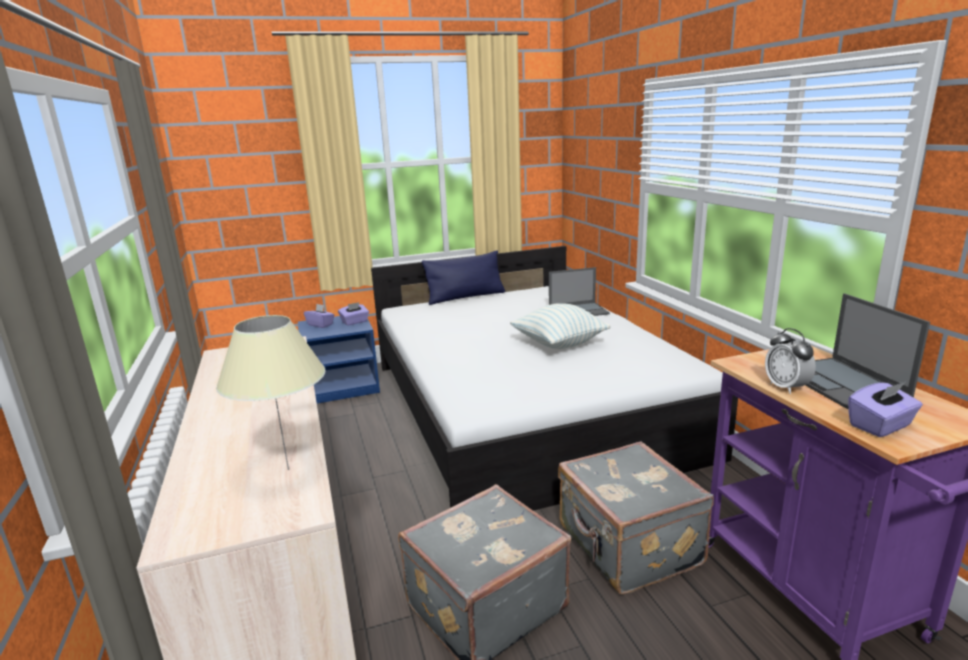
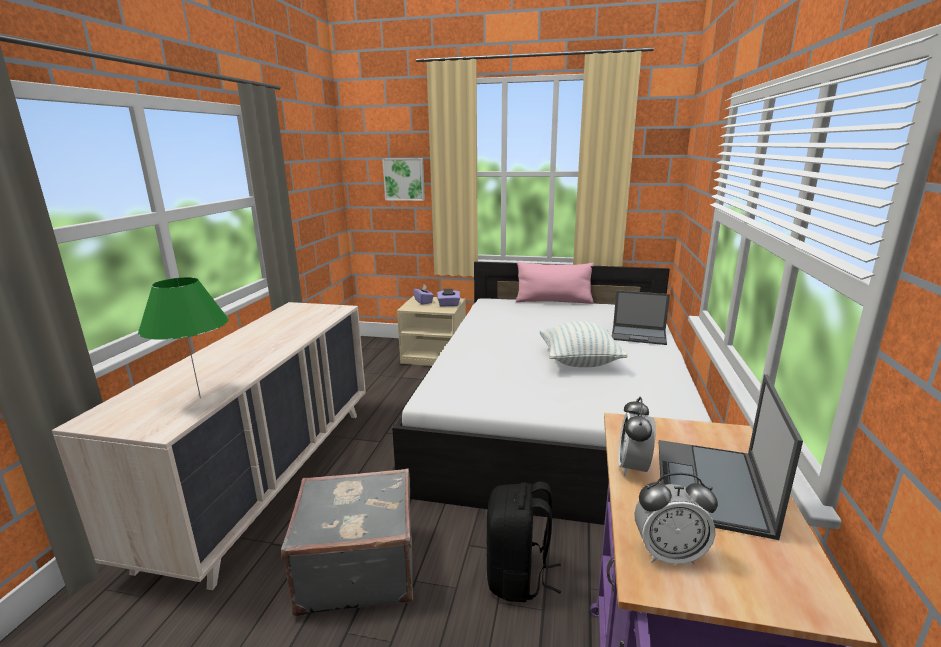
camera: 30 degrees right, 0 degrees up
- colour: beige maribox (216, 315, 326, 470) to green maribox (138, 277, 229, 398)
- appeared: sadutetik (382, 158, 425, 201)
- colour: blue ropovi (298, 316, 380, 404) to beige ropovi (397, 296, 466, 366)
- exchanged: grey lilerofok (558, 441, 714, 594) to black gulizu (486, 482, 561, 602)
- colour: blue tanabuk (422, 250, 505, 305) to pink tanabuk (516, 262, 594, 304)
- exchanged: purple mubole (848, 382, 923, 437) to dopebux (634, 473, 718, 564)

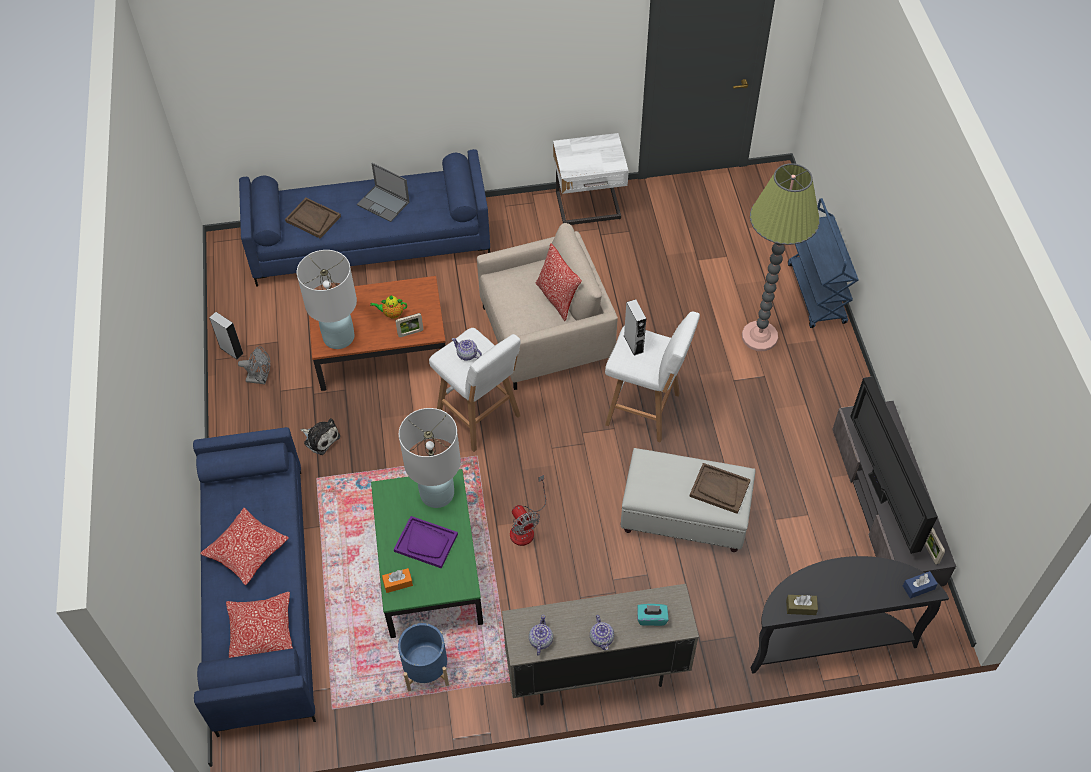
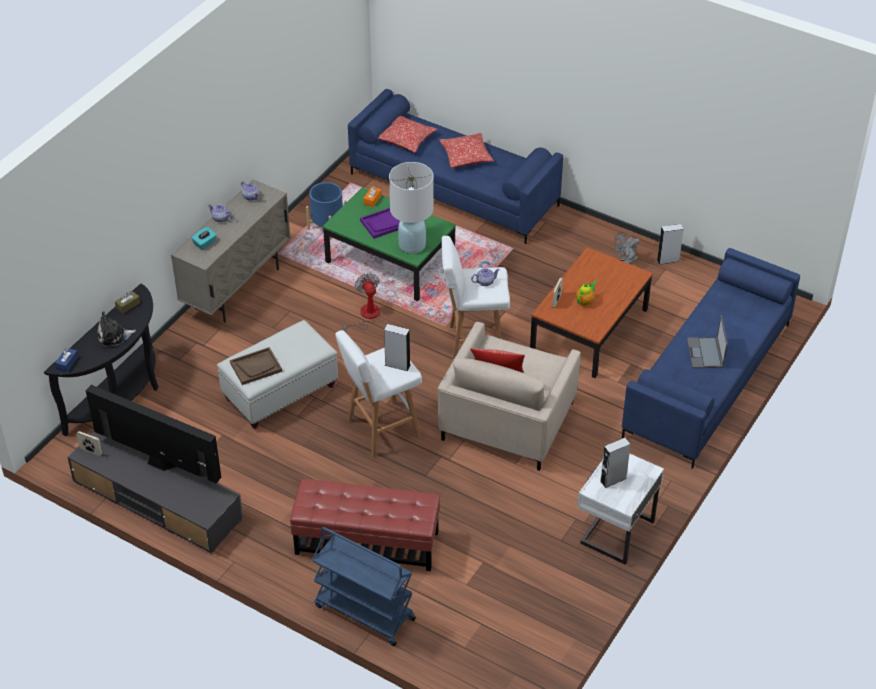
camera: 130 degrees right, 10 degrees down
- relocated: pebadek (301, 418, 340, 455) to (98, 311, 136, 347)
- exchanged: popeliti (742, 163, 820, 351) to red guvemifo (290, 479, 440, 571)
- spun: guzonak (510, 475, 546, 546) = (342, 273, 380, 331) 60 degrees clockwise
- appeared: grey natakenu (600, 438, 631, 488)
- spun: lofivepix (357, 163, 410, 222) = (687, 315, 728, 368) 75 degrees counterclockwise
- missing: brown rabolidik (285, 198, 341, 239)
- missing: white maribox (297, 250, 357, 349)

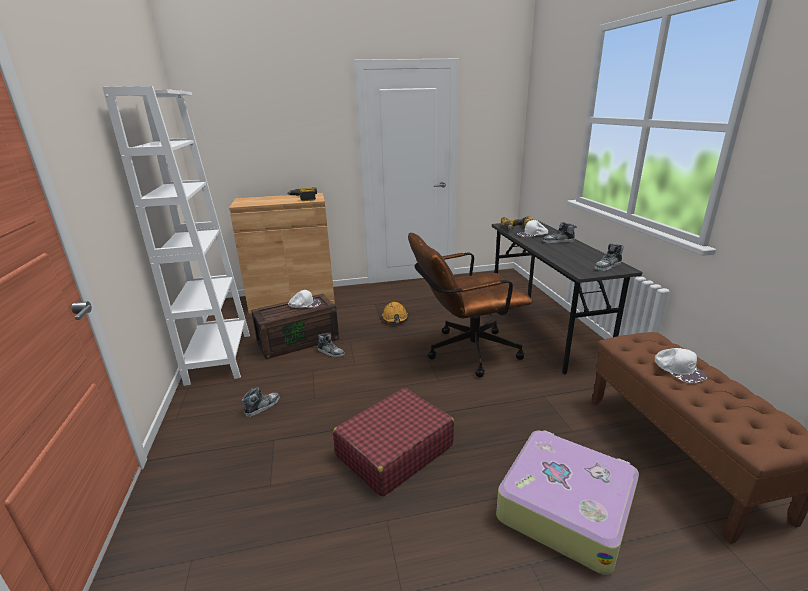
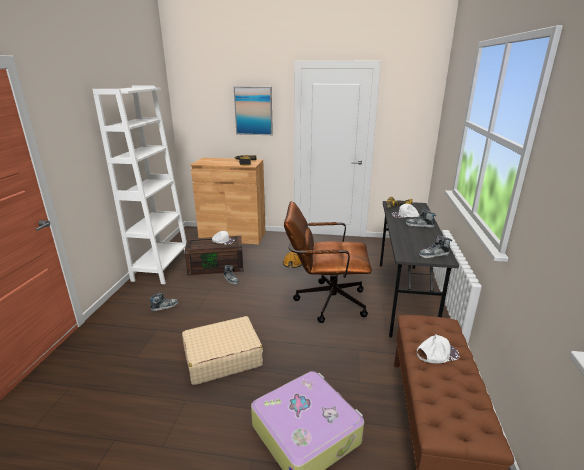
camera: 20 degrees right, 0 degrees up
- colour: red lilerofok (333, 388, 454, 497) to beige lilerofok (182, 316, 263, 385)
- appeared: sadutetik (234, 87, 273, 135)
- spun: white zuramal (655, 348, 707, 383) = (417, 334, 459, 364) 105 degrees counterclockwise

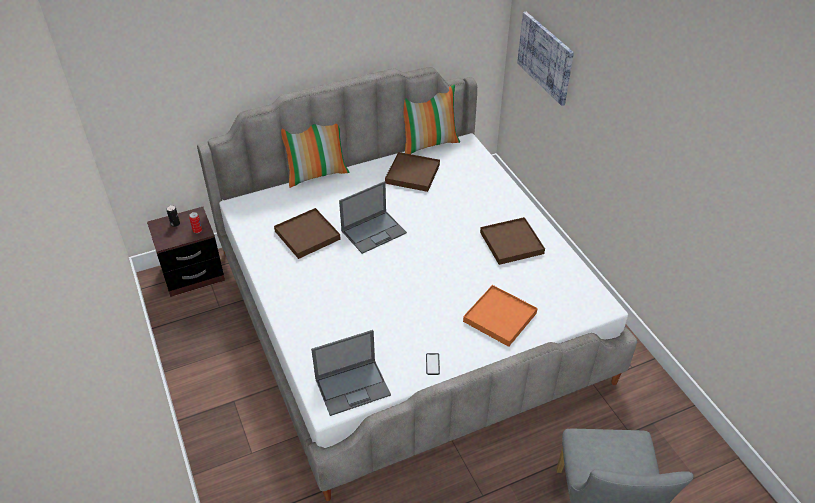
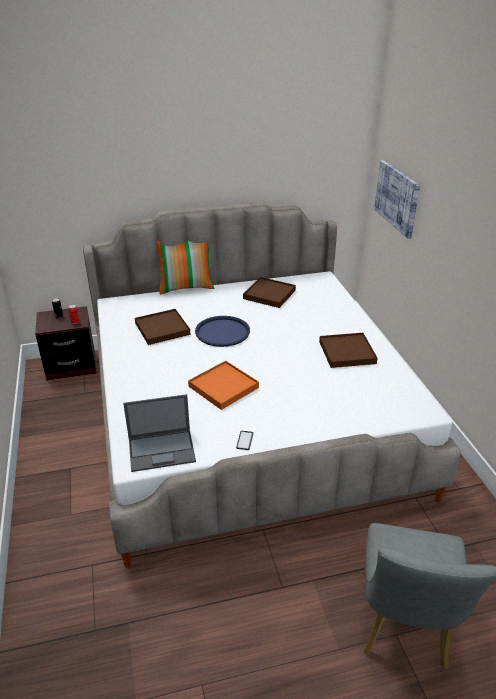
camera: 10 degrees right, 10 degrees down
- relocated: orange rabolidik (463, 285, 538, 347) to (188, 361, 259, 410)
- exchanged: lofivepix (339, 181, 407, 254) to blue rabolidik (195, 316, 250, 347)
- missing: tanabuk (404, 84, 460, 154)

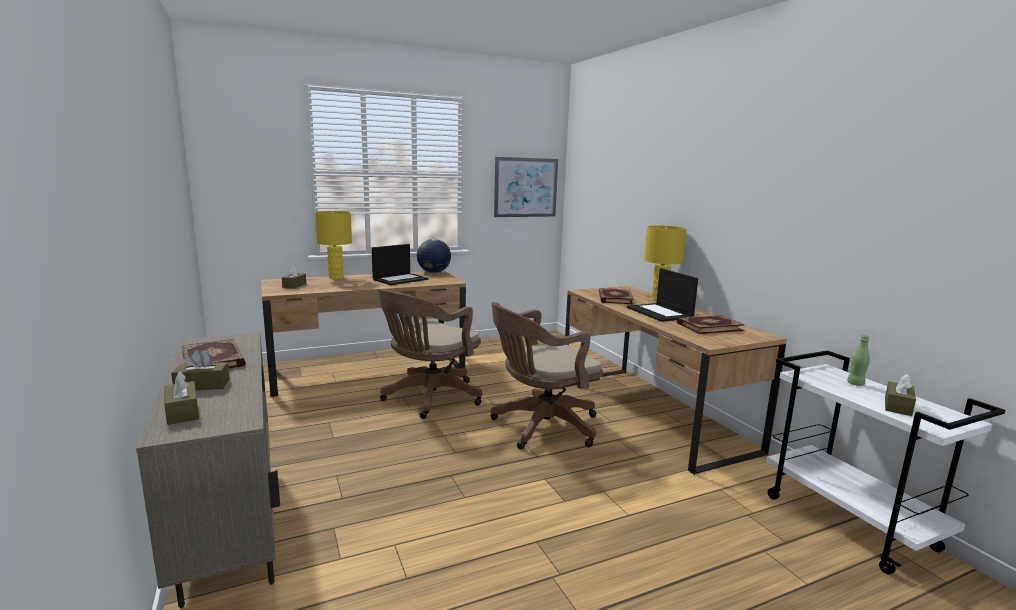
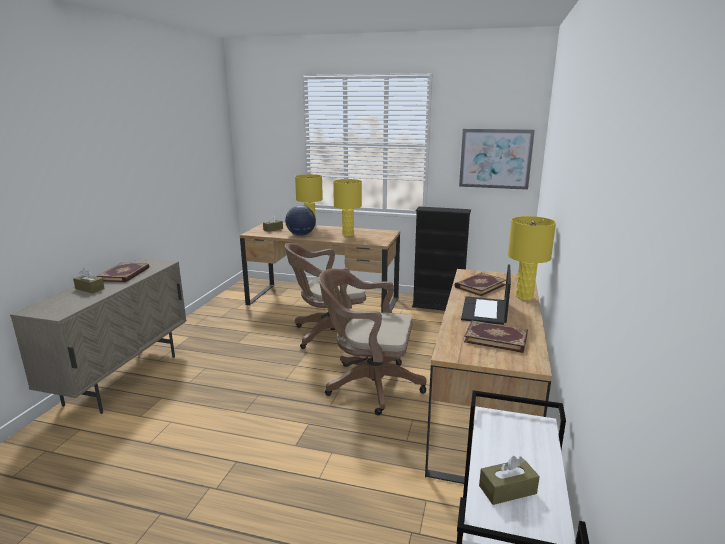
camera: 40 degrees right, 5 degrees up
- relocated: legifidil (417, 239, 451, 273) to (285, 205, 316, 236)
- exchanged: lofivepix (372, 244, 428, 285) to yellow maribox (333, 179, 362, 236)
- appeared: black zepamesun (412, 206, 471, 311)
- missing: brown mubole (164, 371, 199, 425)
- missing: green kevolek (847, 335, 870, 386)

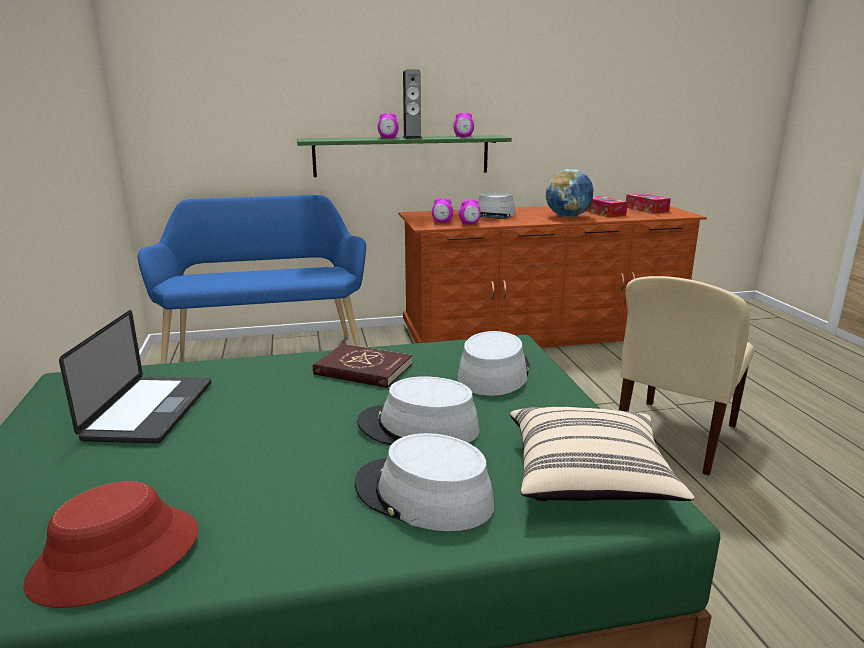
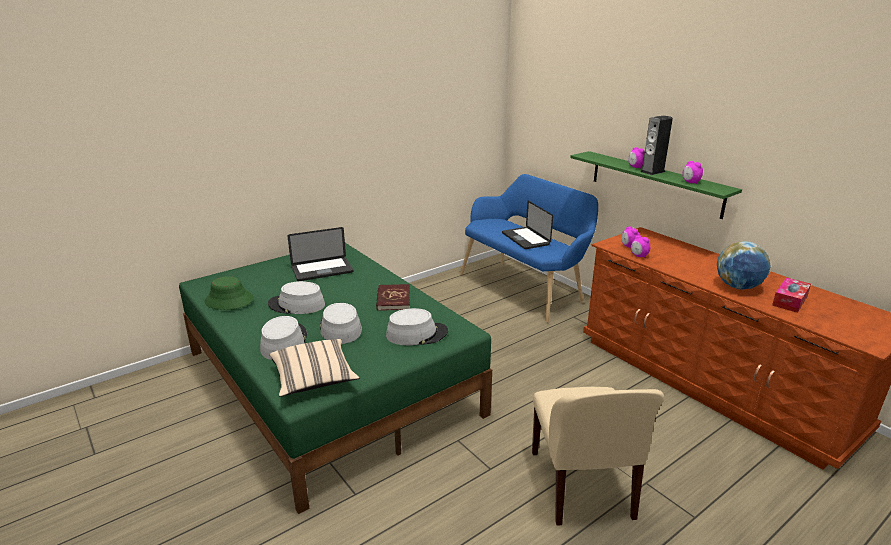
camera: 65 degrees right, 5 degrees up
- colour: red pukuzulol (23, 481, 199, 608) to green pukuzulol (205, 276, 254, 310)
- relocated: grey pukuzulol (478, 192, 515, 219) to (268, 281, 325, 314)
- appeared: lofivepix (502, 201, 553, 249)
- spun: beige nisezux (619, 276, 754, 476) = (532, 387, 664, 526) 105 degrees counterclockwise
- missing: mubole (626, 193, 671, 214)

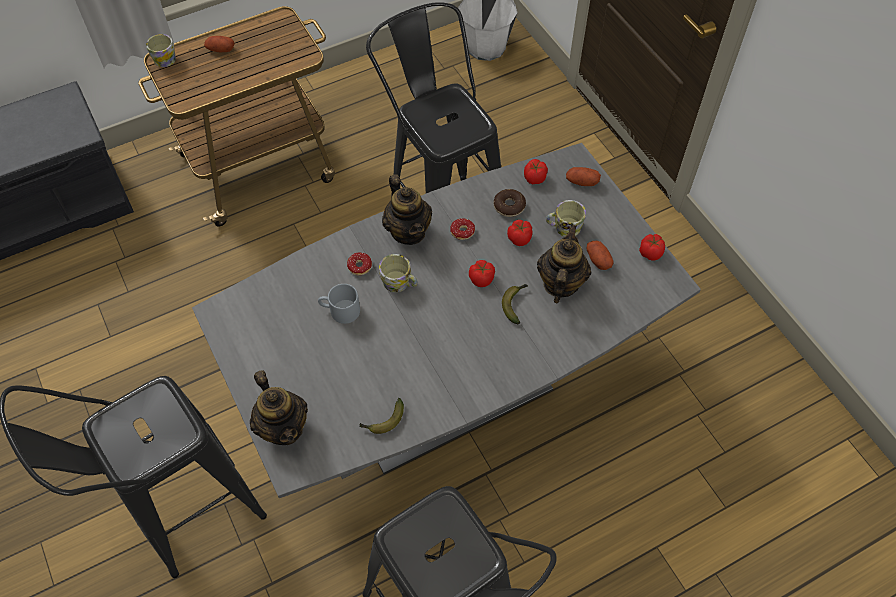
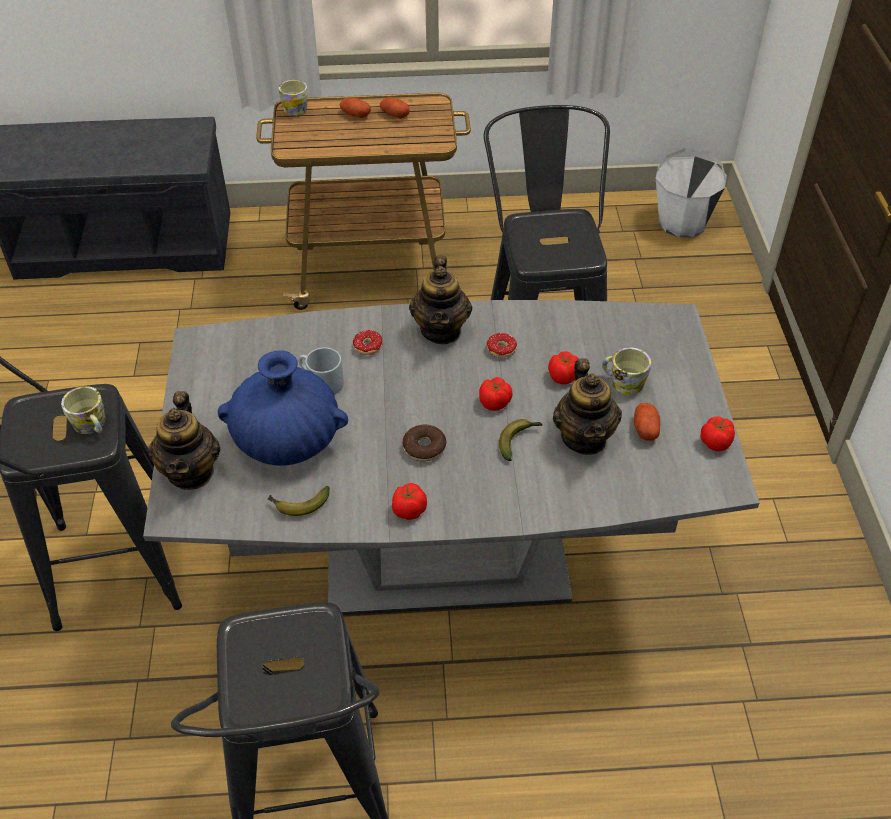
camera: 25 degrees right, 10 degrees down
- relocated: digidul (379, 254, 418, 292) to (61, 386, 106, 434)
- appeared: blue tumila (218, 350, 348, 466)
- relocated: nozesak (566, 167, 601, 186) to (380, 97, 410, 119)
- relocated: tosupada (524, 159, 548, 184) to (392, 483, 427, 520)
- relocated: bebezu (494, 189, 526, 217) to (403, 425, 446, 461)
- spun: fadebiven (537, 224, 591, 303) = (553, 358, 622, 455) 135 degrees clockwise

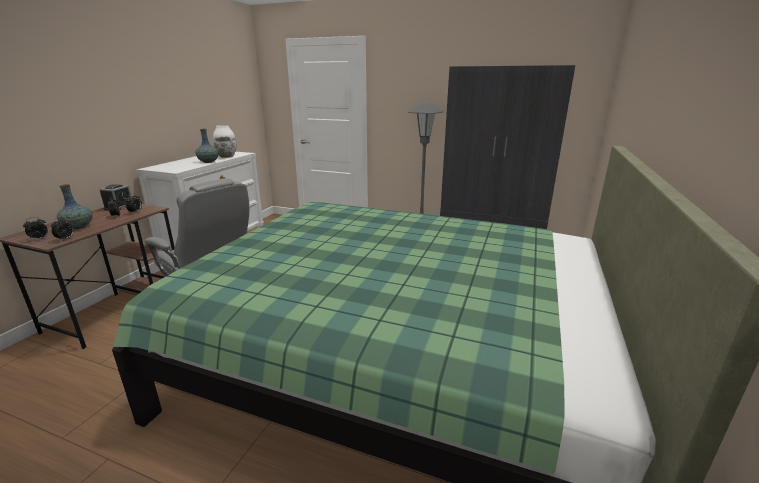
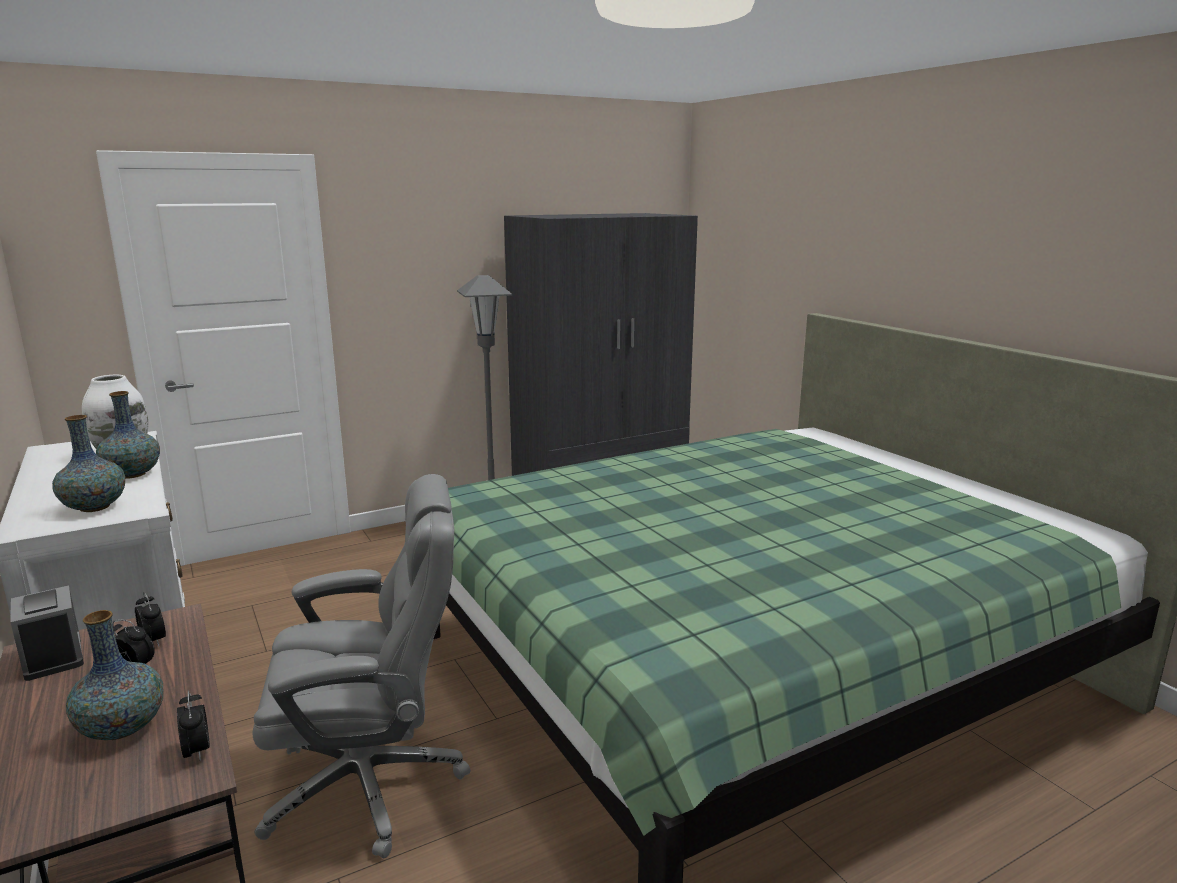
camera: 50 degrees left, 5 degrees down
- appeared: tumila (52, 415, 125, 512)
- missing: dopebux (23, 217, 48, 240)

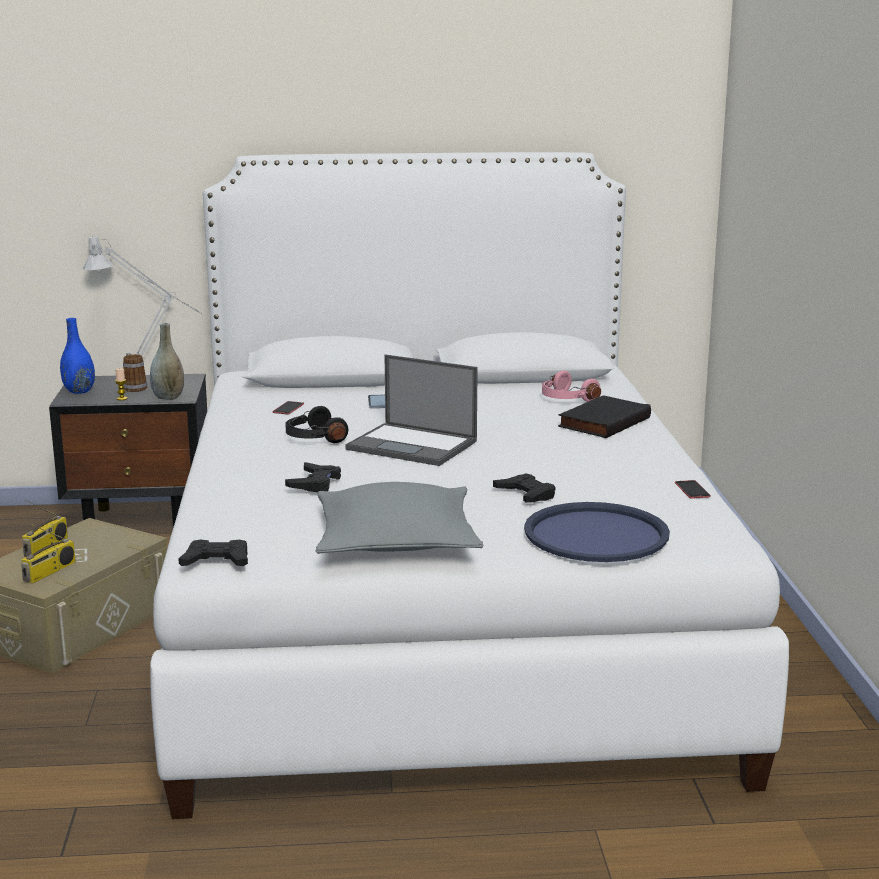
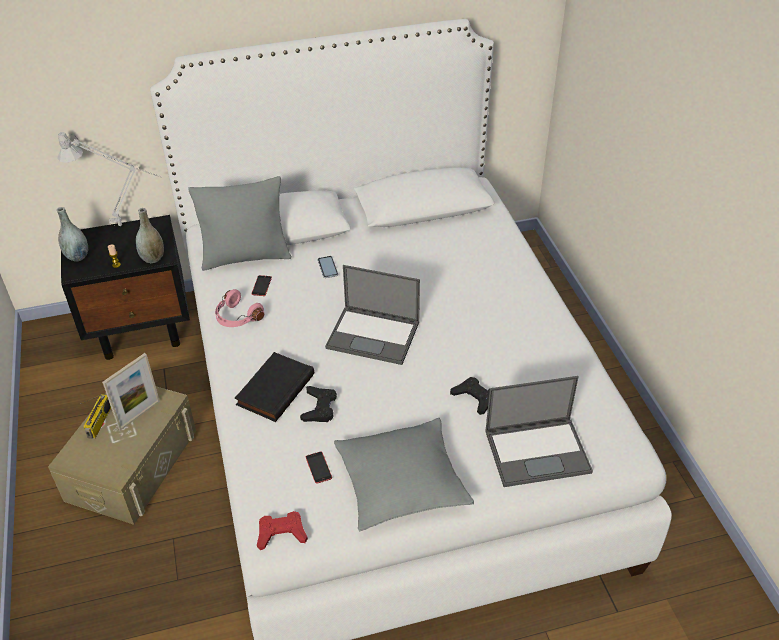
camera: 10 degrees left, 25 degrees up
- colour: blue tumila (60, 318, 95, 394) to grey tumila (57, 207, 88, 261)
- appeared: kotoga (102, 353, 160, 430)
- appeared: grey tanabuk (188, 176, 291, 271)
- relocated: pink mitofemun (542, 370, 601, 402) to (215, 289, 264, 327)
- relocated: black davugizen (558, 395, 651, 438) to (235, 352, 314, 422)
- colour: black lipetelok (178, 539, 248, 566) to red lipetelok (257, 511, 308, 550)
- relocated: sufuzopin (675, 480, 711, 499) to (306, 452, 332, 484)
- exchanged: blue rabolidik (524, 502, 670, 562) to lofivepix (485, 376, 593, 487)
- missing: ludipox (21, 522, 76, 583)
- missing: digidul (123, 353, 147, 392)
- missing: black mitofemun (286, 406, 348, 443)

